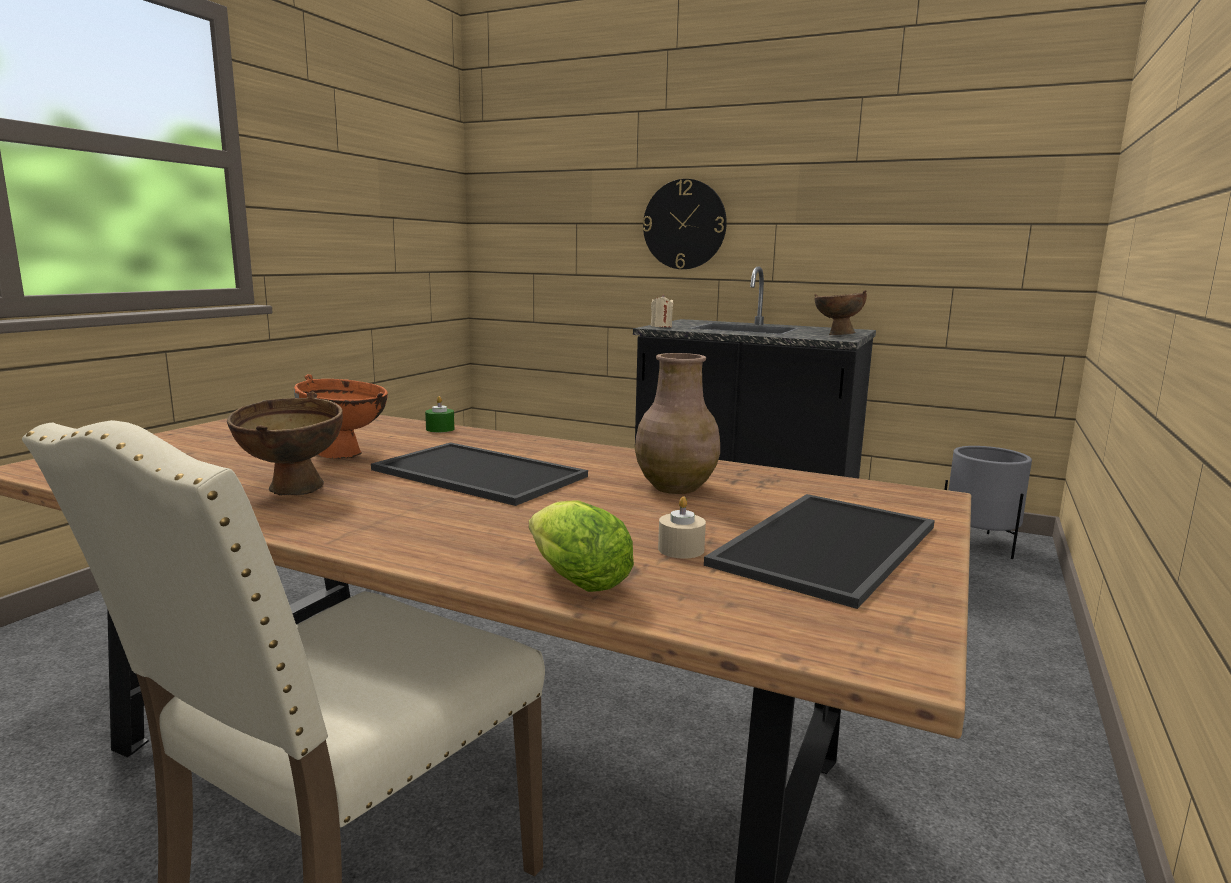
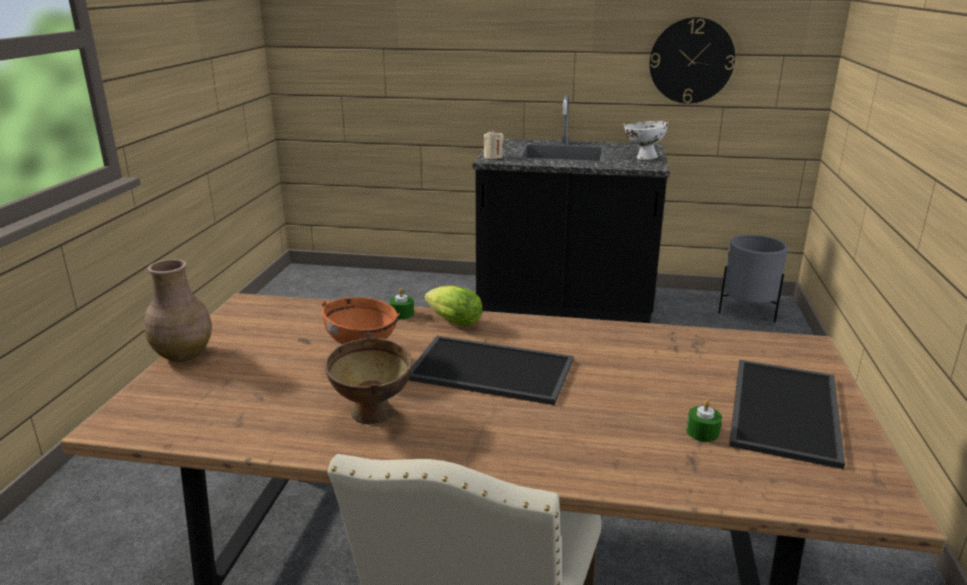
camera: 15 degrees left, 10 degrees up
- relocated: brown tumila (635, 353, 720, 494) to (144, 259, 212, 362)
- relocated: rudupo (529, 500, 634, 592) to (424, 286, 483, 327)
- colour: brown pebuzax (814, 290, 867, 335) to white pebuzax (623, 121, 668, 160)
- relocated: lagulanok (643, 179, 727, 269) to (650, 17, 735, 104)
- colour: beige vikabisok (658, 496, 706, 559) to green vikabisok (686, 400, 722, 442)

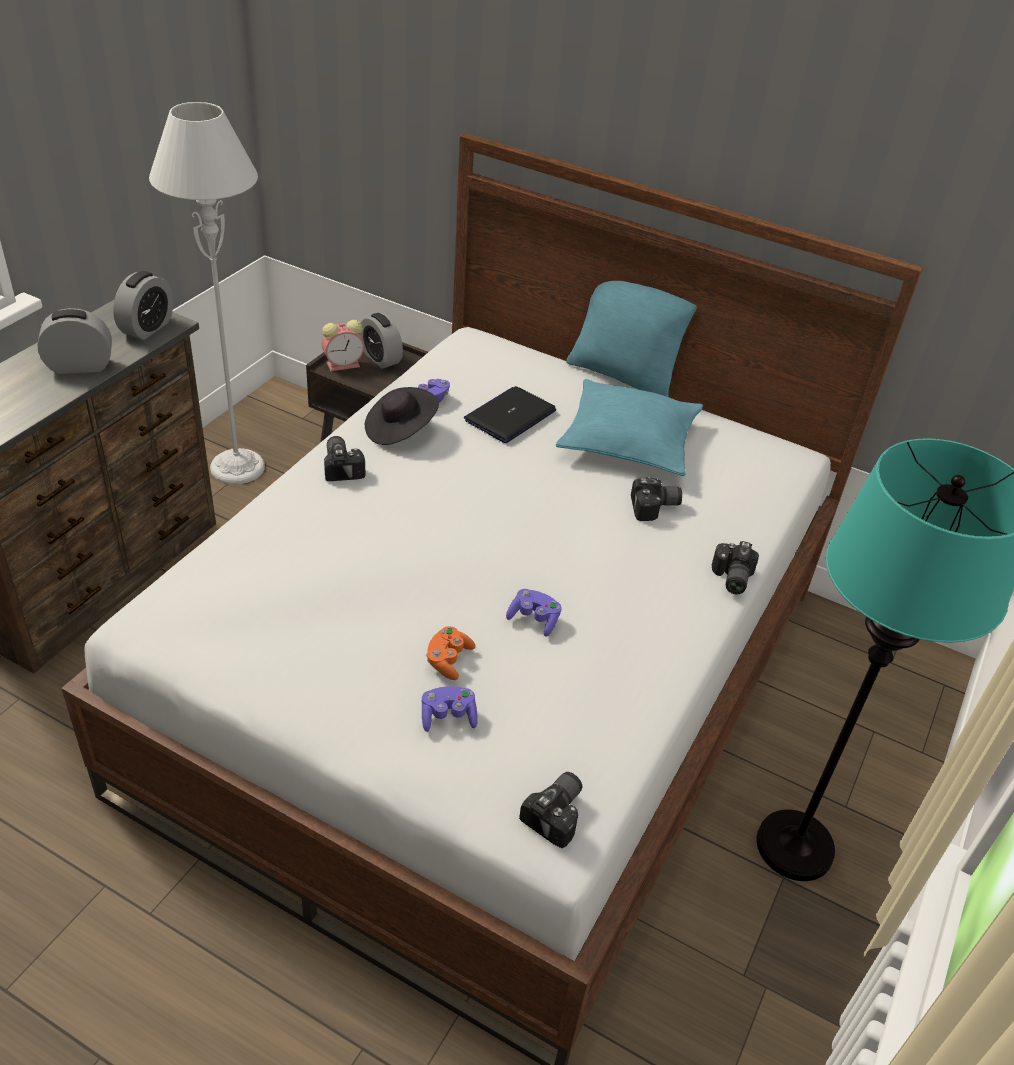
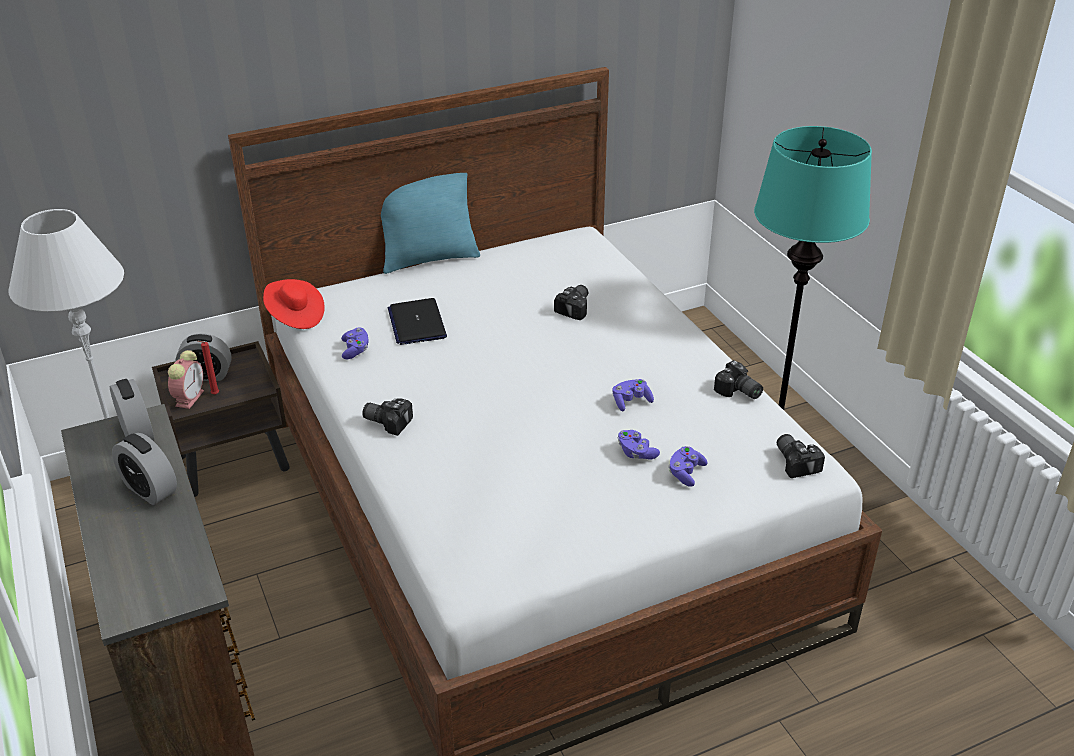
camera: 50 degrees left, 5 degrees down
- spun: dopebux (37, 308, 112, 374) = (112, 433, 177, 505) 75 degrees counterclockwise
- appeared: red vikabisok (198, 341, 219, 395)
- appeared: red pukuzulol (263, 279, 325, 329)
- colour: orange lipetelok (426, 626, 475, 680) to purple lipetelok (618, 430, 660, 460)
- relocated: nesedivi (712, 541, 759, 594) to (714, 360, 763, 399)
- missing: black pukuzulol (365, 387, 439, 445)
- missing: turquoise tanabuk (556, 379, 703, 476)

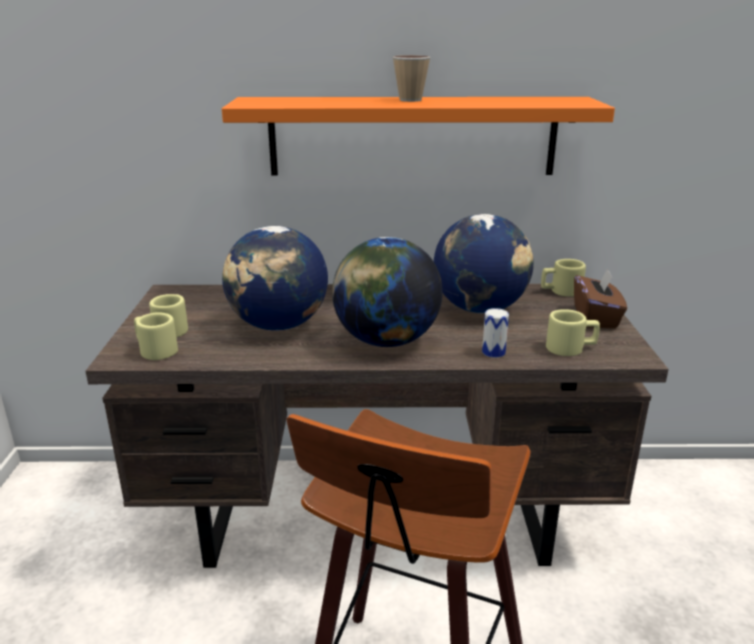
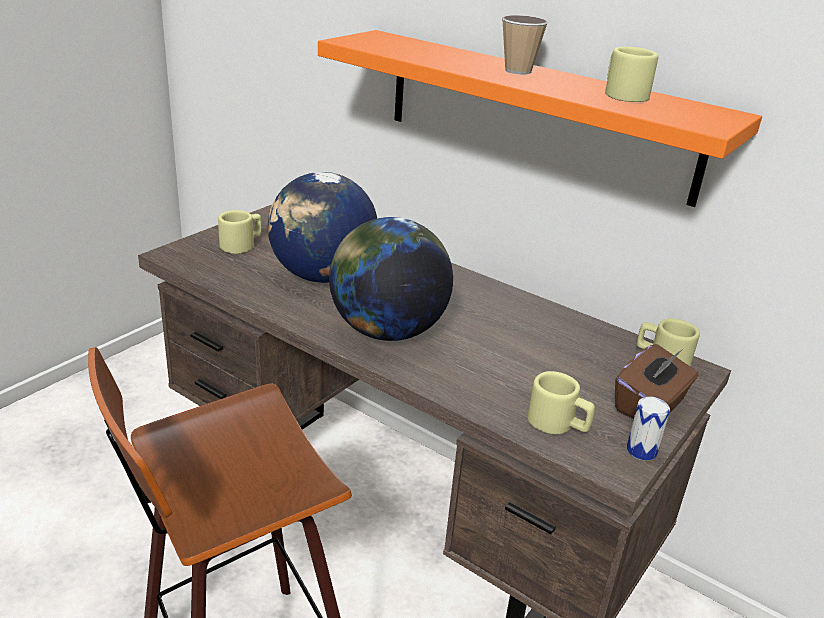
camera: 35 degrees right, 5 degrees up
- relocated: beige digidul (134, 312, 178, 360) to (605, 47, 658, 102)
- relocated: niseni (482, 308, 509, 358) to (627, 396, 670, 461)
- missing: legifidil (434, 214, 534, 313)

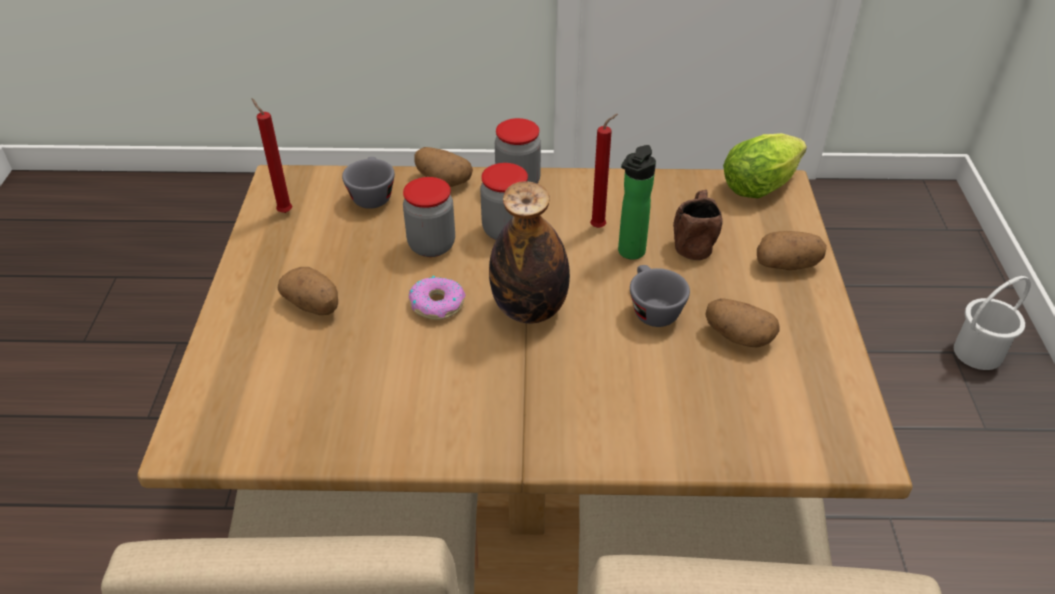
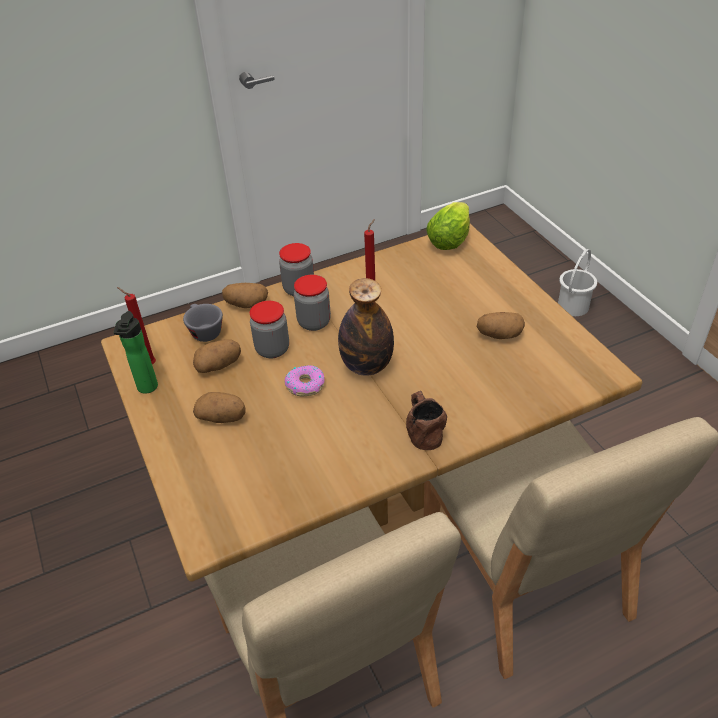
camera: 25 degrees left, 0 degrees up
- relocated: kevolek (618, 145, 656, 260) to (114, 311, 158, 394)
- relocated: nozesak (757, 231, 827, 270) to (193, 339, 241, 373)
- relocated: brown digidul (673, 190, 723, 260) to (406, 391, 447, 450)
- missing: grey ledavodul (630, 265, 690, 327)

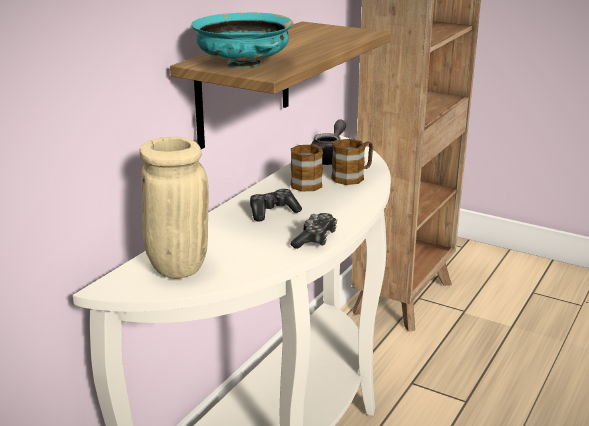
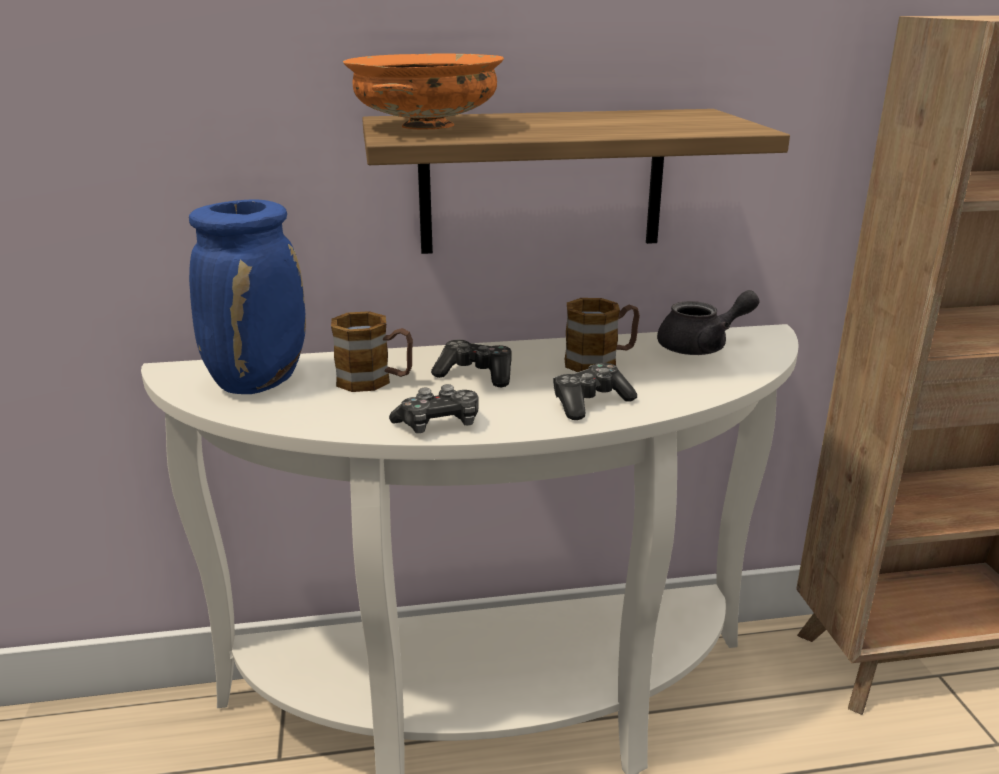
camera: 50 degrees right, 0 degrees up
- colour: beige tumila (140, 137, 209, 279) to blue tumila (189, 199, 306, 394)
- relocated: digidul (331, 139, 373, 185) to (331, 311, 413, 392)
- colour: turquoise pebuzax (191, 13, 293, 68) to orange pebuzax (343, 53, 504, 130)
- appeared: lipetelok (553, 363, 637, 420)

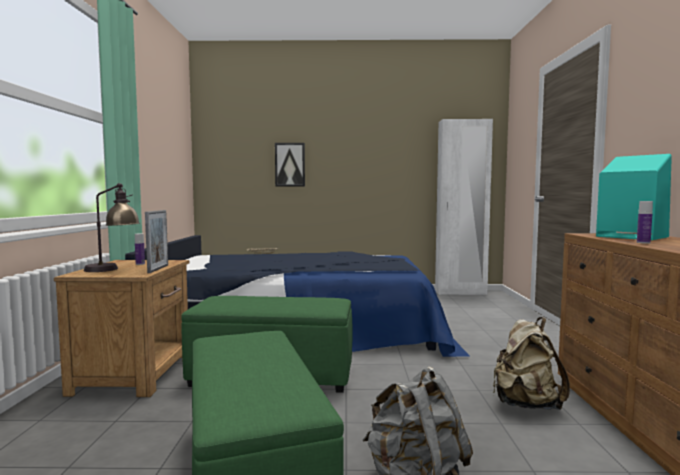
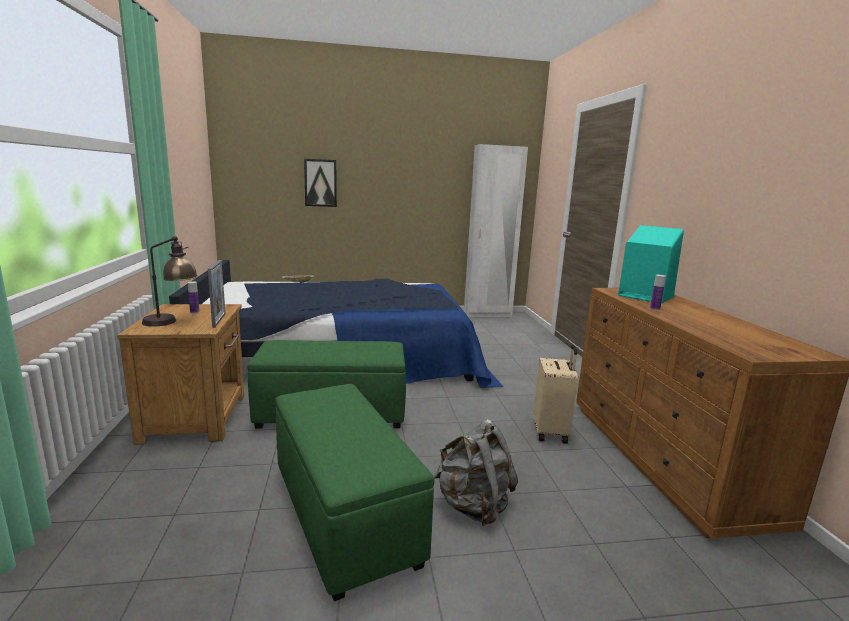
camera: 10 degrees left, 10 degrees up
- exchanged: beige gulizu (493, 317, 570, 410) to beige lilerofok (534, 345, 578, 444)

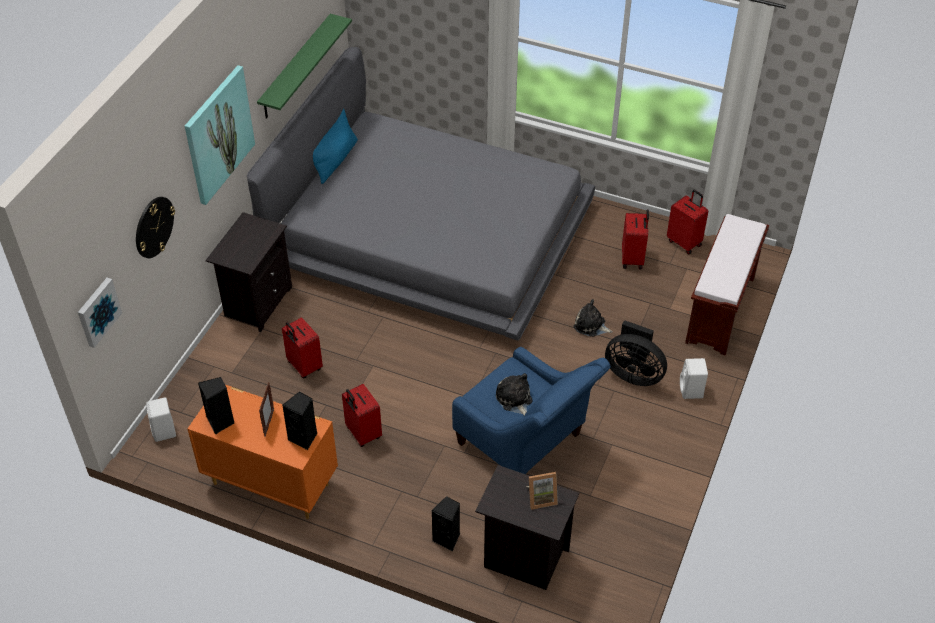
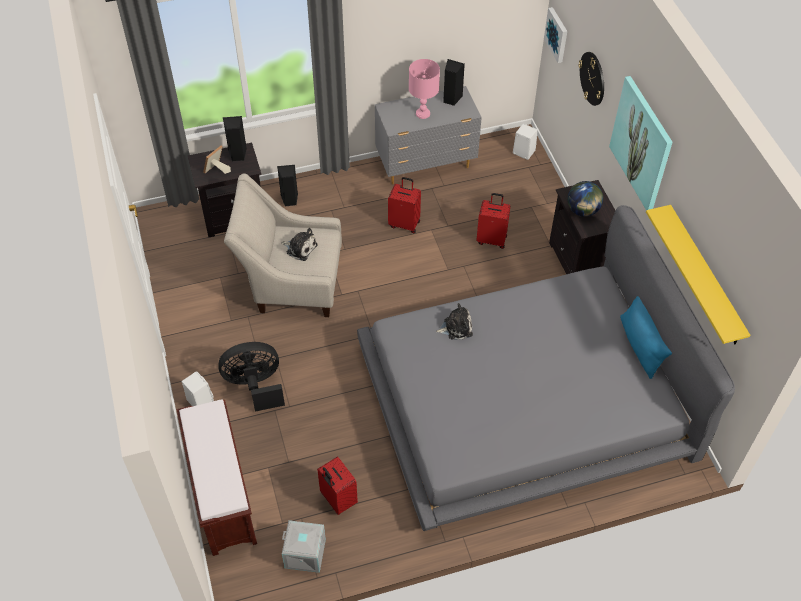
camera: 140 degrees right, 5 degrees up
- relocated: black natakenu (282, 392, 317, 450) to (222, 116, 247, 162)
- colour: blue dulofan (452, 347, 611, 474) to beige dulofan (224, 173, 342, 317)
- exchanged: red lilerofok (667, 190, 708, 255) to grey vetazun (282, 520, 326, 573)
- colour: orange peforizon (187, 385, 338, 519) to grey peforizon (375, 86, 482, 184)
- exchanged: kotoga (259, 382, 274, 437) to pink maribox (409, 59, 440, 119)
- relocated: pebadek (573, 299, 613, 337) to (436, 303, 473, 339)
- appeared: legifidil (568, 181, 603, 217)
- colour: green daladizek (257, 14, 352, 119) to yellow daladizek (646, 205, 750, 344)

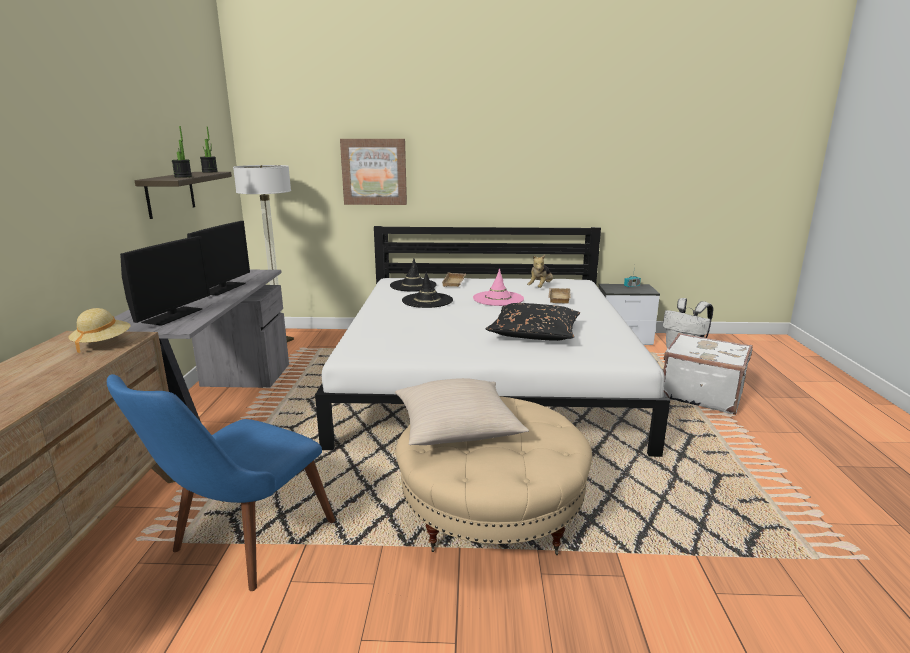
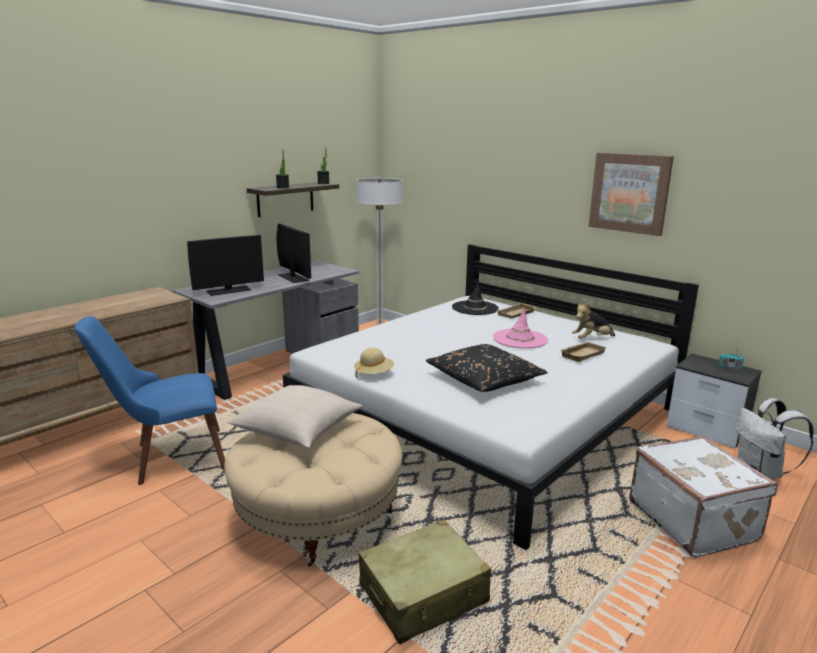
camera: 40 degrees right, 0 degrees up
- spun: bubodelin (187, 221, 250, 296) = (276, 224, 311, 283) 90 degrees counterclockwise
- relocated: beige pukuzulol (68, 308, 130, 353) to (354, 348, 394, 378)
- appeared: beige lilerofok (359, 519, 491, 644)
- relocated: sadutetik (340, 139, 407, 205) to (589, 153, 674, 236)
- missing: black pukuzulol (402, 271, 453, 308)

